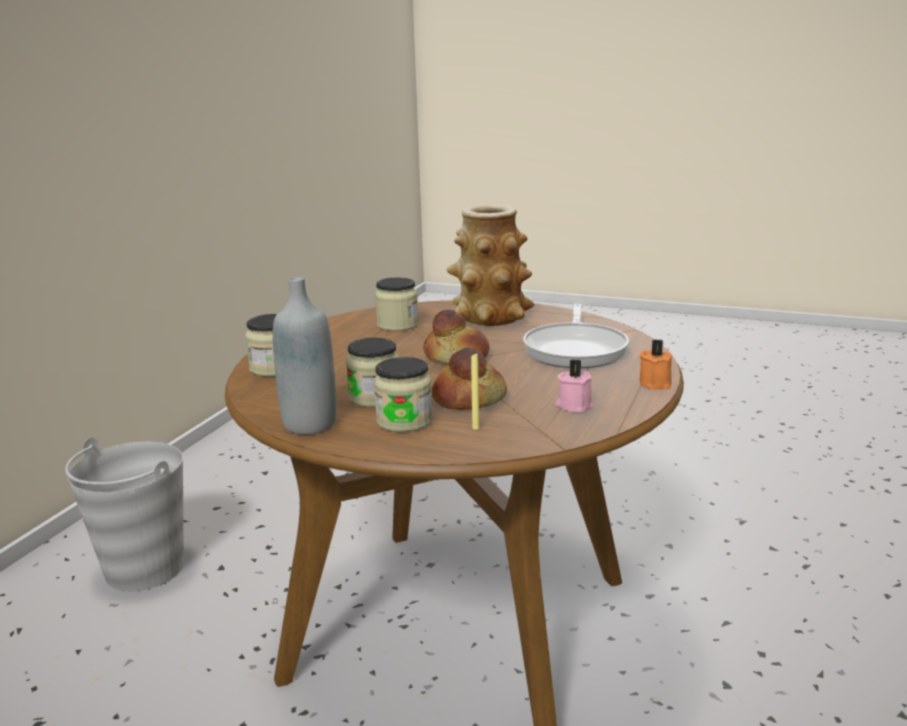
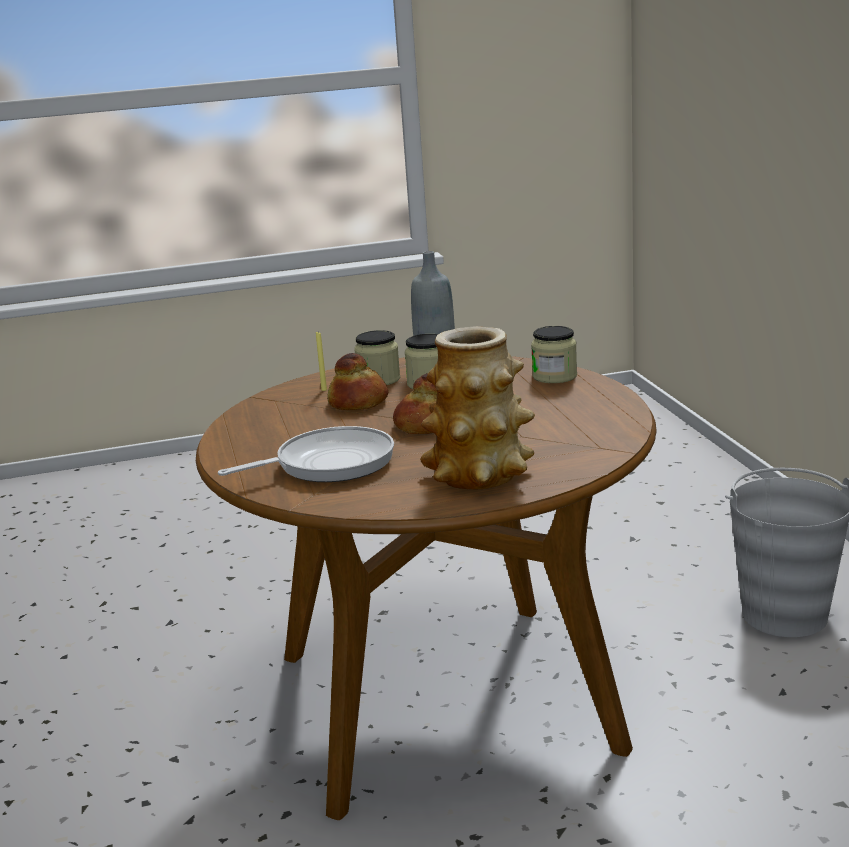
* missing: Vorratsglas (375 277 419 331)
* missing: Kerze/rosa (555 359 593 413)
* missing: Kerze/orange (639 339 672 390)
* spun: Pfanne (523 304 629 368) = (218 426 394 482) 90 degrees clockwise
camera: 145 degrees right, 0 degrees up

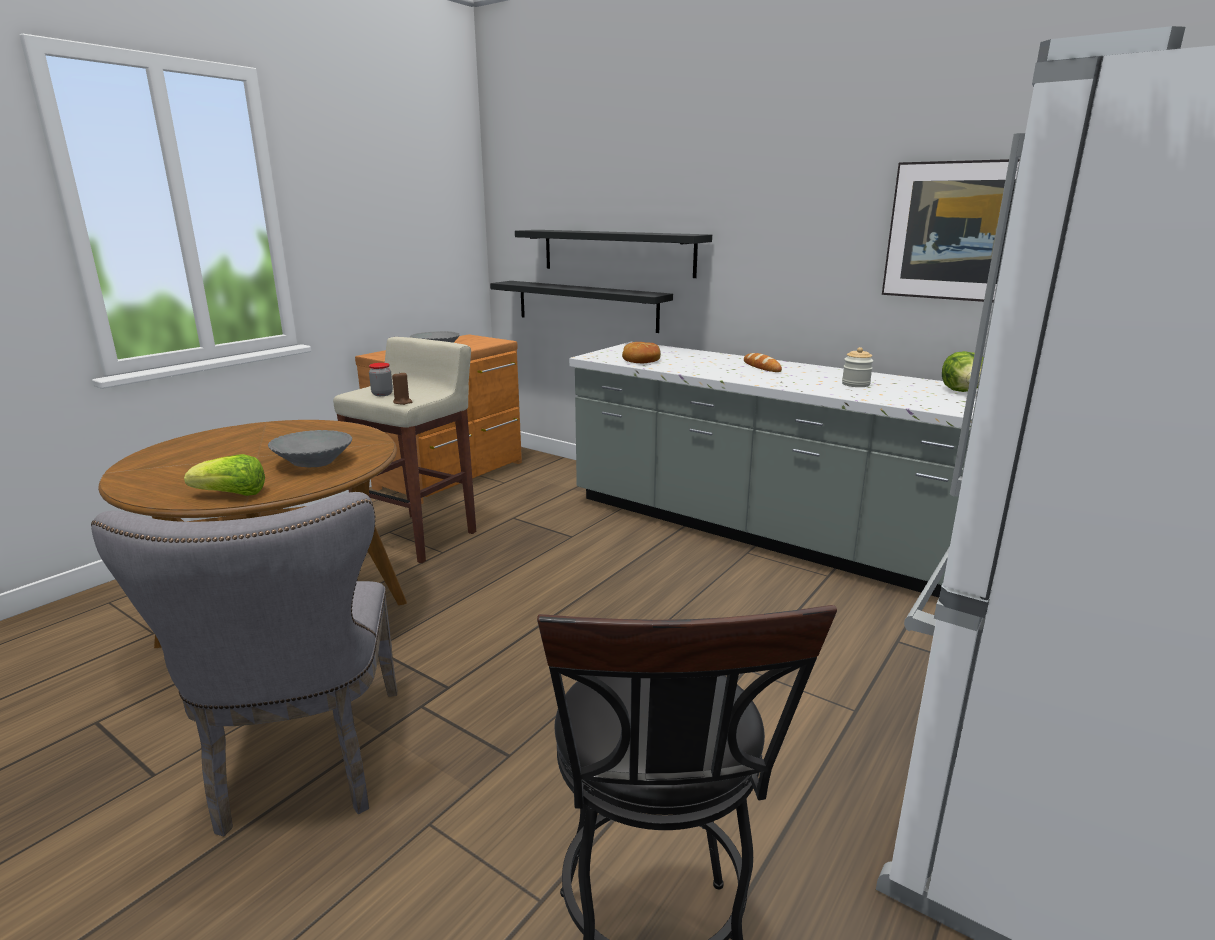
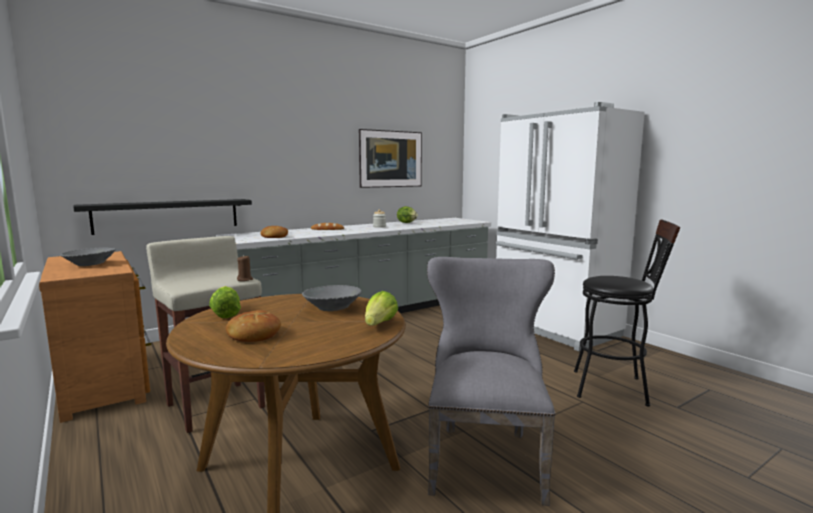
* missing: Vorratsglas (369 363 393 396)
* missing: Wandregal/schwarz (515 230 712 278)
* appeared: Salatkopf (209 286 241 318)
* appeared: Brot (226 310 281 342)
* spun: Stuhl/grau (91 492 397 836) = (427 257 555 506) 90 degrees counterclockwise
camera: 70 degrees left, 10 degrees down

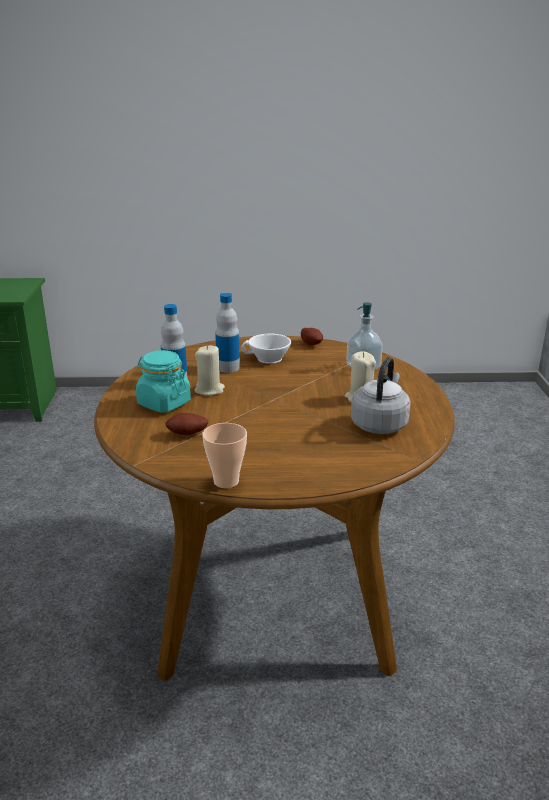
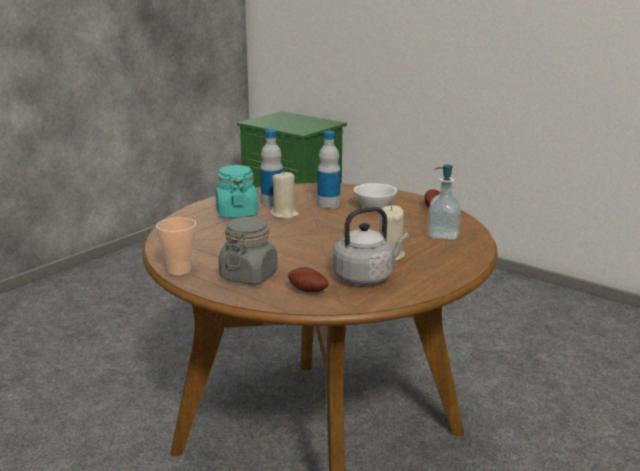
* appeared: Vorratsglas/grau (219 217 278 284)
* relocated: Kartoffel (165 413 208 435) to (288 267 328 292)
camera: 40 degrees right, 5 degrees down

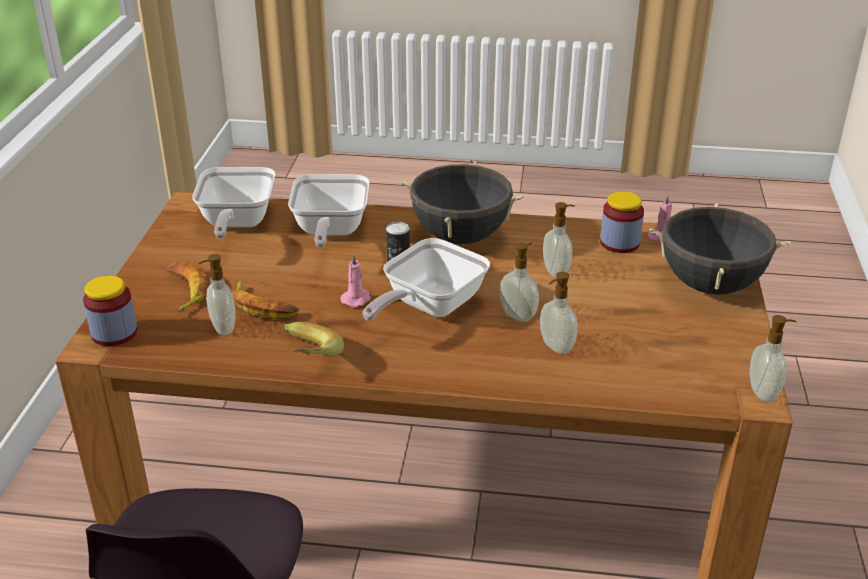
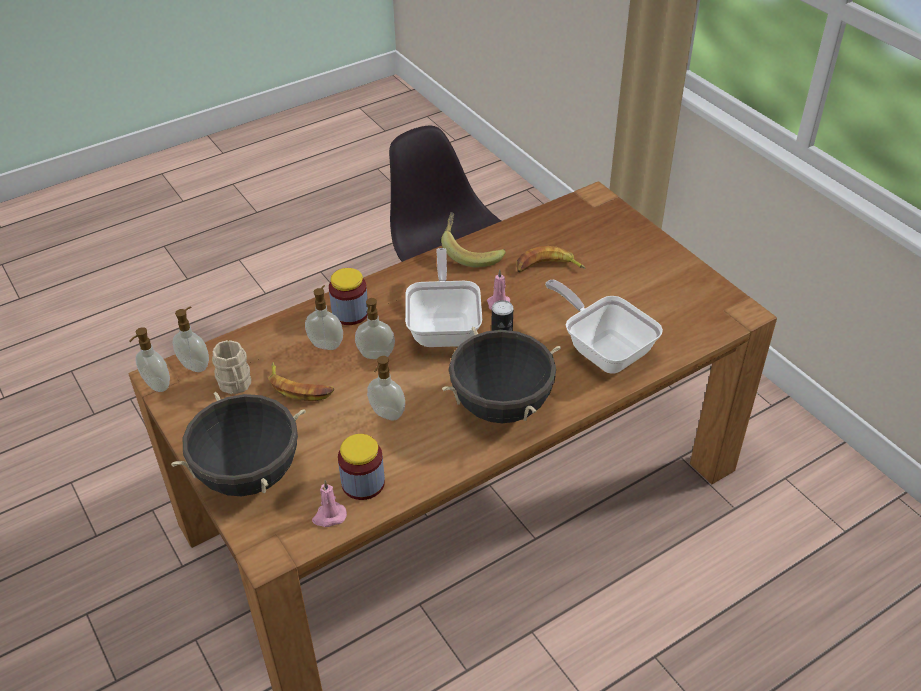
* missing: Pfanne (192 167 276 239)
* appeared: Henkelbecher/beige (212 340 252 394)
* relocated: Vorratsglas (83 275 137 346) to (329 268 368 325)
* relocated: Banane (167 261 207 312) to (268 362 334 401)
* relocated: Seifenspender (198 254 235 335) to (172 307 209 372)
camera: 140 degrees right, 10 degrees up

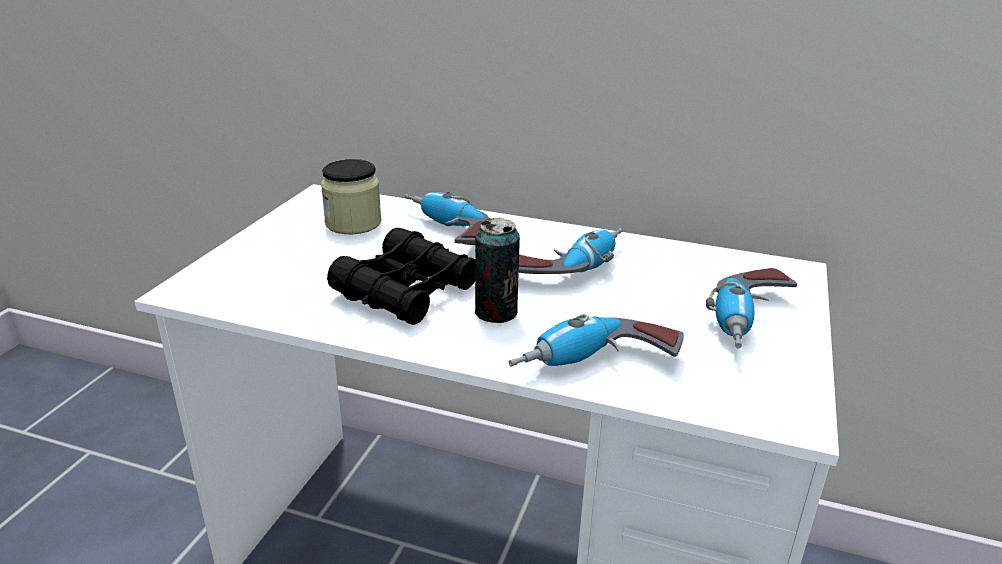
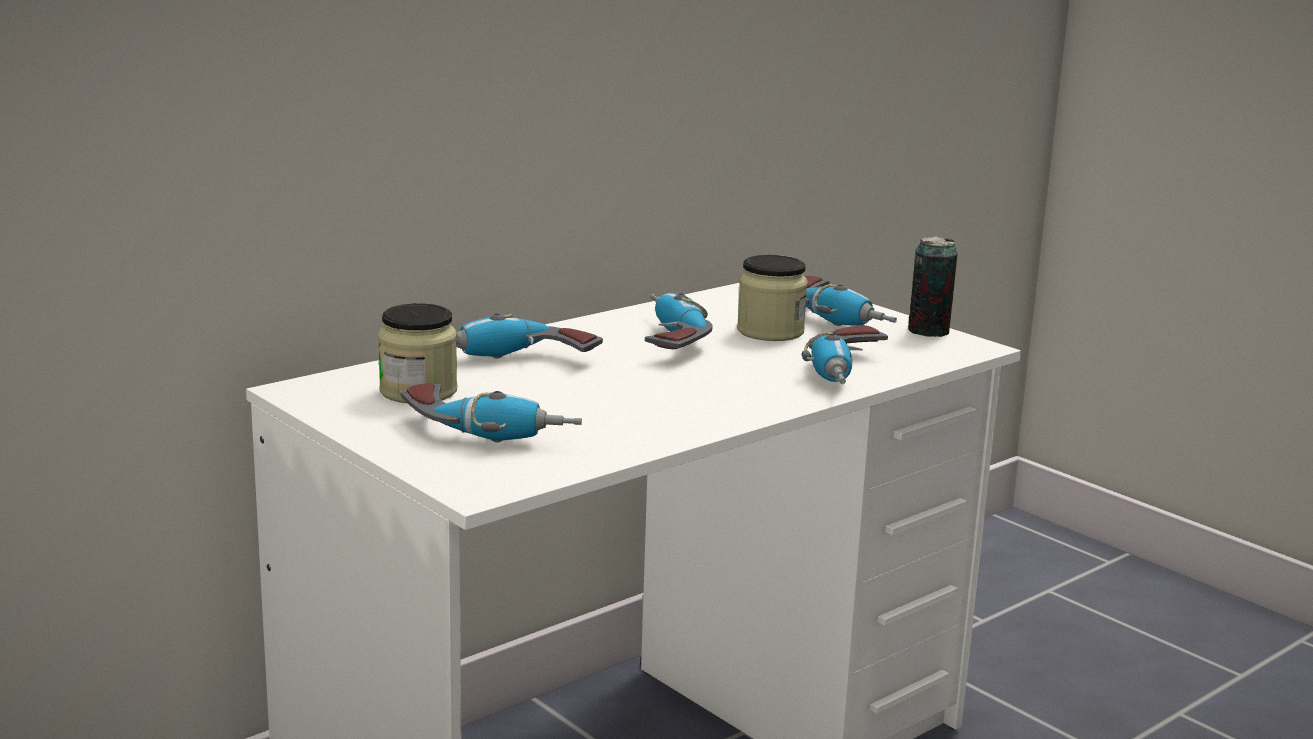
* missing: Fernglas/schwarz (327 228 475 325)
* appeared: Bohrmaschine (400 383 582 442)
* appeared: Vorratsglas (737 255 808 341)
* relocated: Dose (475 218 520 323) to (908 236 958 337)
camera: 60 degrees left, 10 degrees down

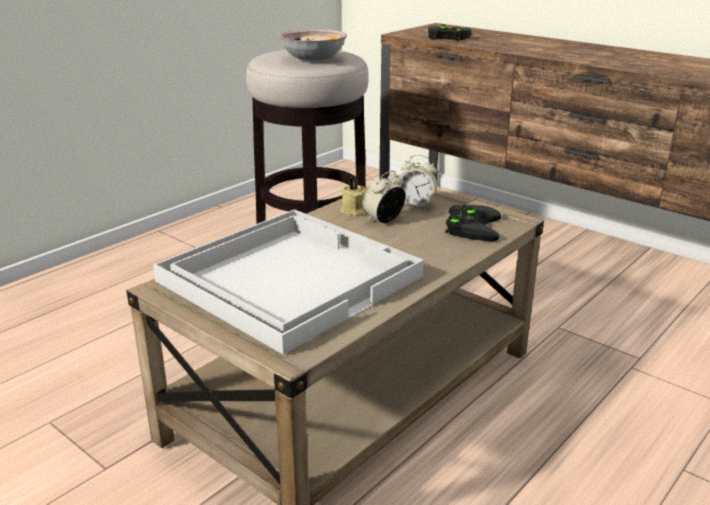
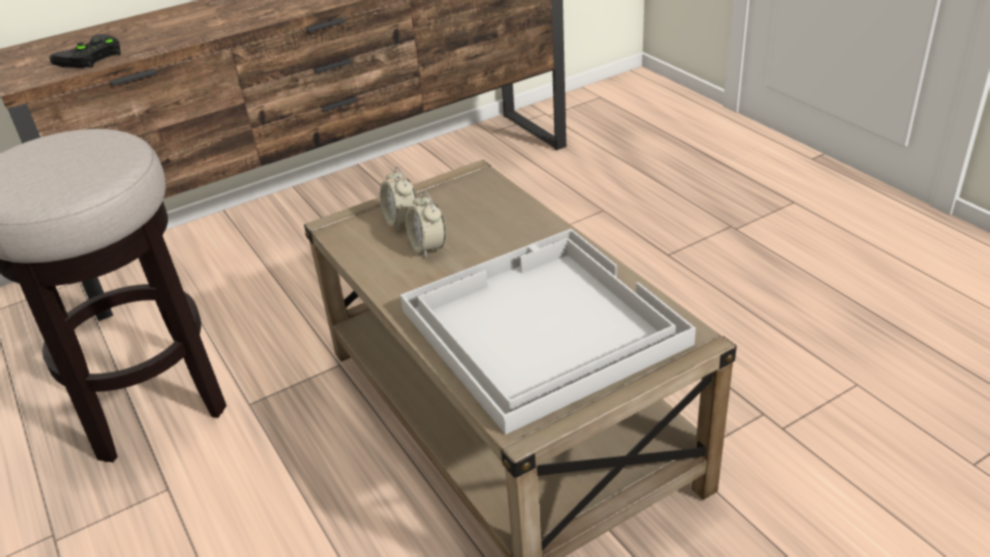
* missing: Schüssel (279 29 347 61)
* missing: Kerze/beige (341 177 366 216)
* missing: Gamepad/schwarz (445 205 501 241)
* spun: Wecker (396 155 437 209) = (380 167 417 231) 120 degrees clockwise
camera: 70 degrees left, 10 degrees up

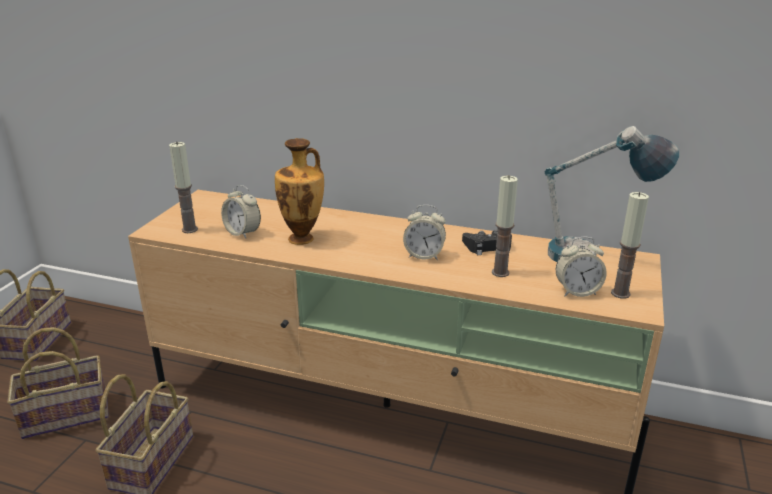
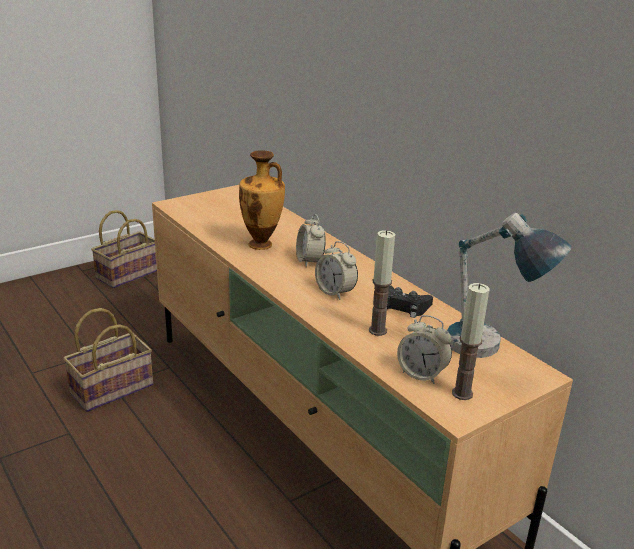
* missing: Korb (7 327 109 439)
* missing: Kerze (169 142 198 233)
* relocated: Wecker (221 185 261 239) to (296 214 326 267)
camera: 35 degrees right, 0 degrees up

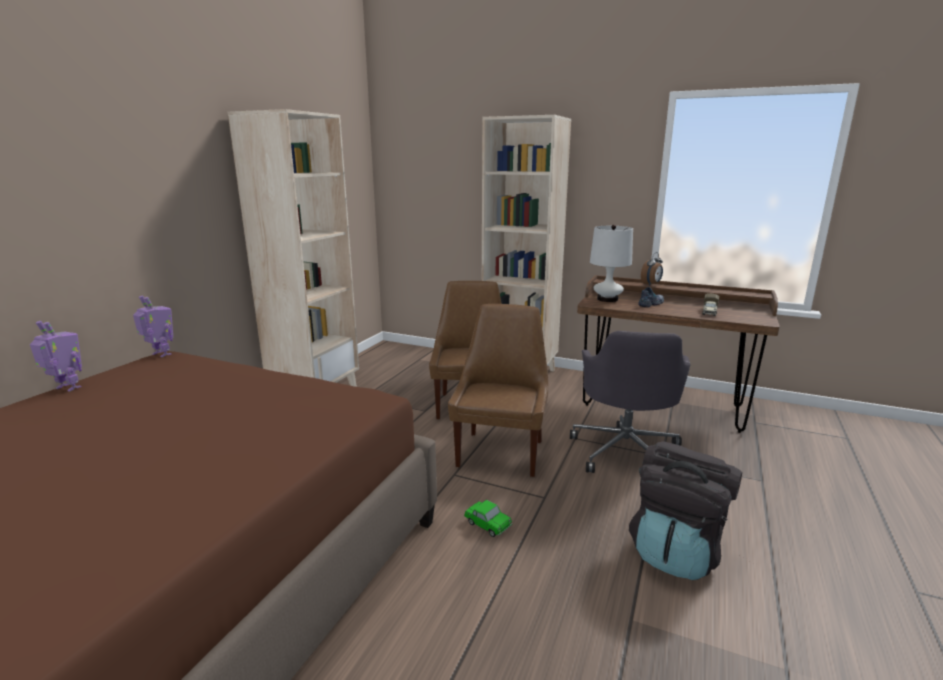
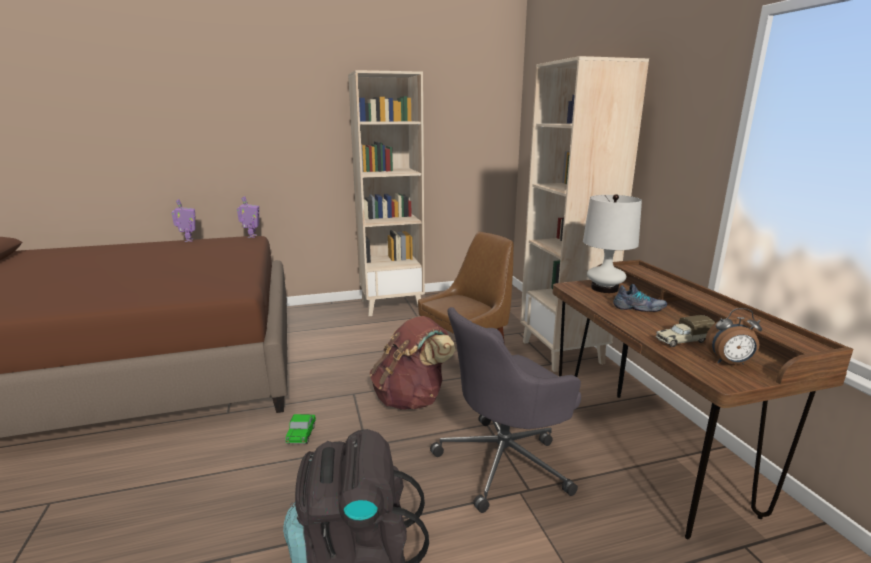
* relocated: Wecker (641 252 663 286) to (706 308 762 365)
* exchanged: Stuhl/braun (448 304 548 477) to Rucksack/braun (370 316 456 410)
camera: 50 degrees right, 0 degrees up

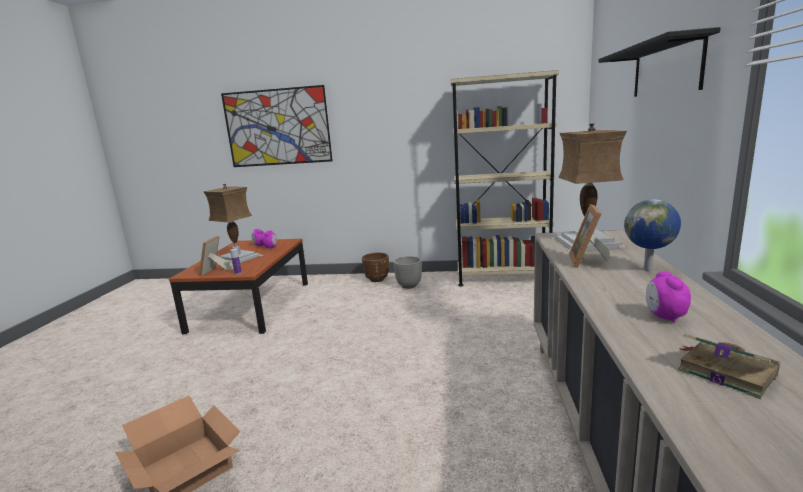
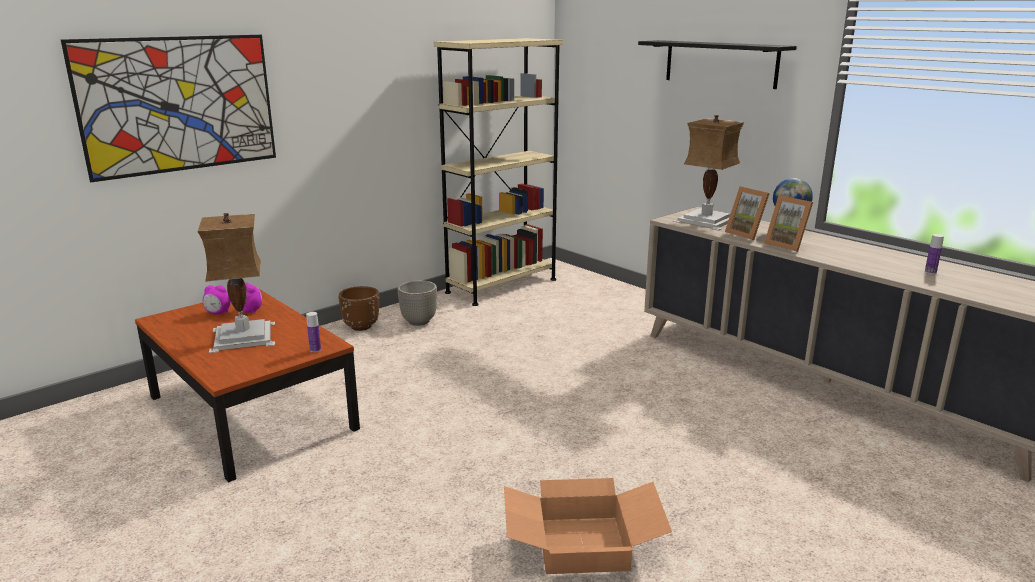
* missing: Wecker (646 272 691 323)
* relocated: Bilderrahmen (199 236 233 276) to (764 195 813 252)
* exchanged: Buch (678 334 781 399) to Flasche (925 234 944 274)
camera: 50 degrees left, 5 degrees up

